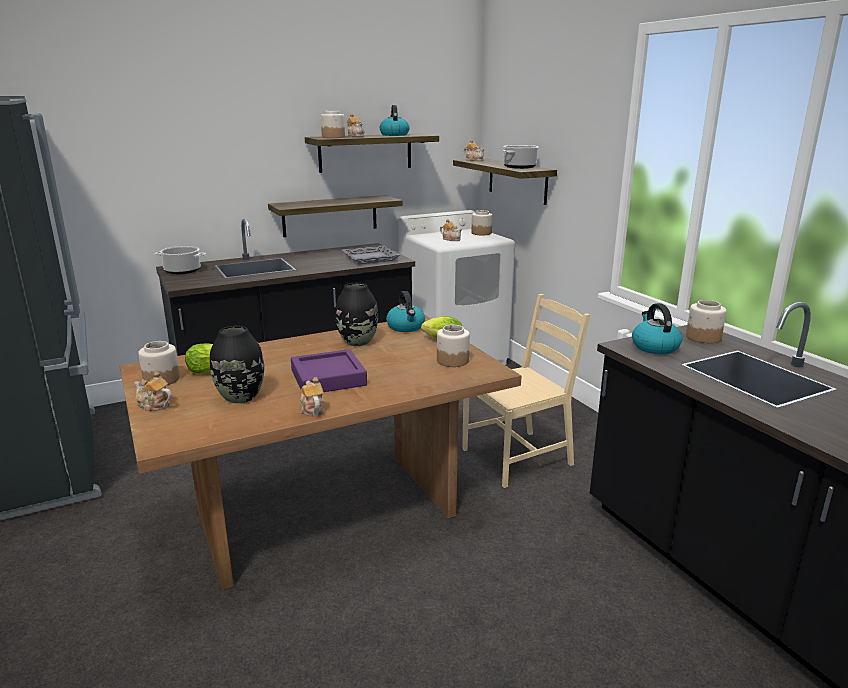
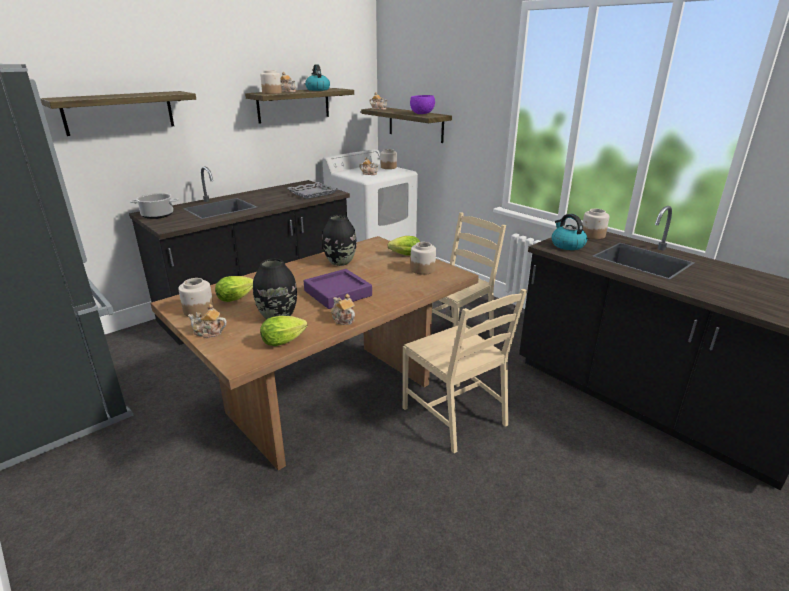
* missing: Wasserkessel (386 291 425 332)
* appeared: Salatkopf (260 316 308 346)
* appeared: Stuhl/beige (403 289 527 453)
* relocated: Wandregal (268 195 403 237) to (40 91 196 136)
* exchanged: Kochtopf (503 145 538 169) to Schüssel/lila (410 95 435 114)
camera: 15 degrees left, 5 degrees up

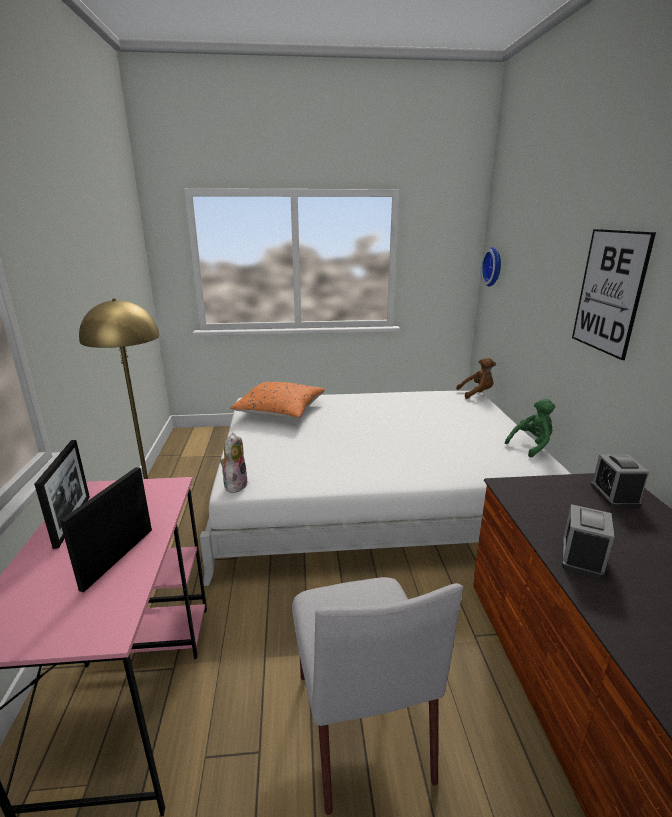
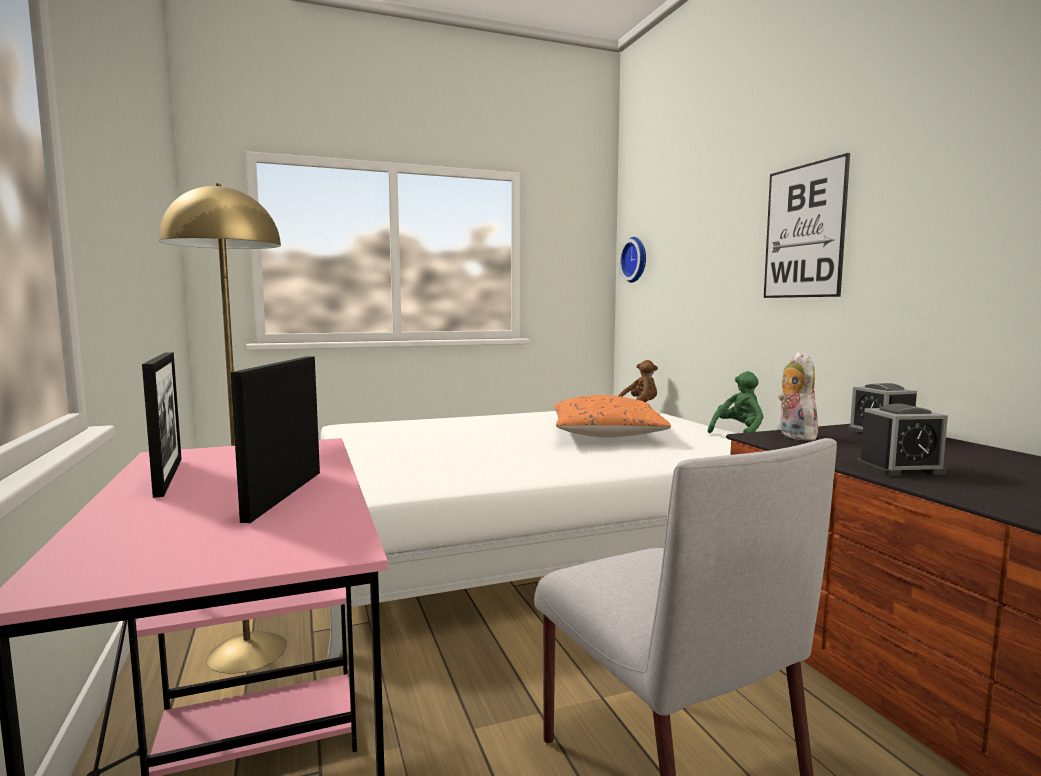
* relocated: Plüschtier (220 433 248 493) to (778 352 820 441)
* relocated: Kissen/orange (230 382 325 418) to (554 395 671 438)
* spun: Wecker (562 504 614 578) = (857 403 948 476) 105 degrees counterclockwise
camera: 15 degrees left, 15 degrees down

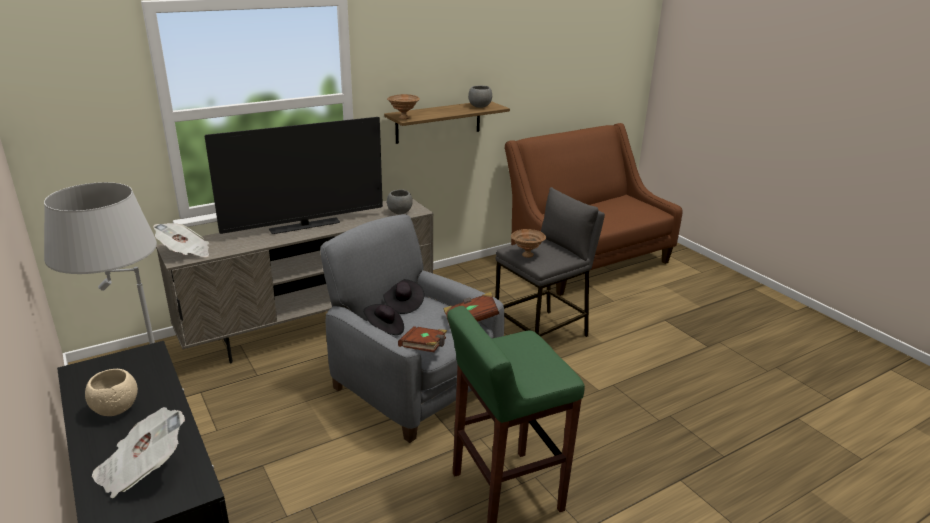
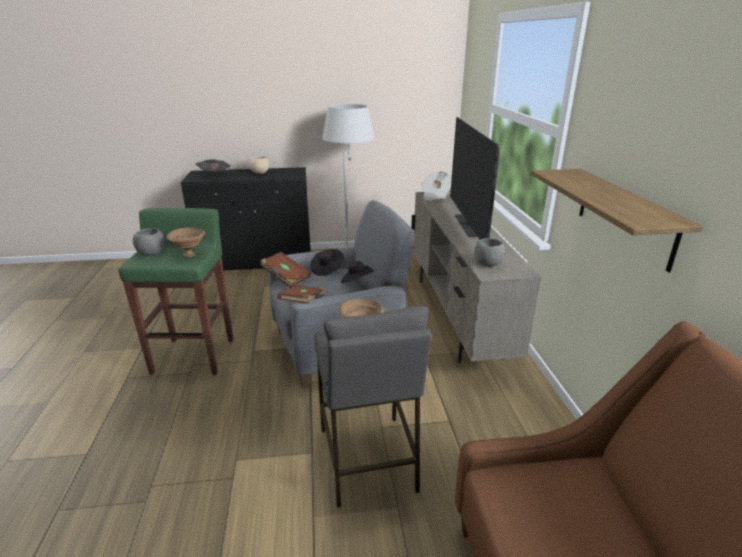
* relocated: Schüssel/braun (387 94 420 119) to (166 228 205 257)
* relocated: Schüssel/grau (468 86 492 108) to (133 228 165 256)
camera: 115 degrees right, 0 degrees up

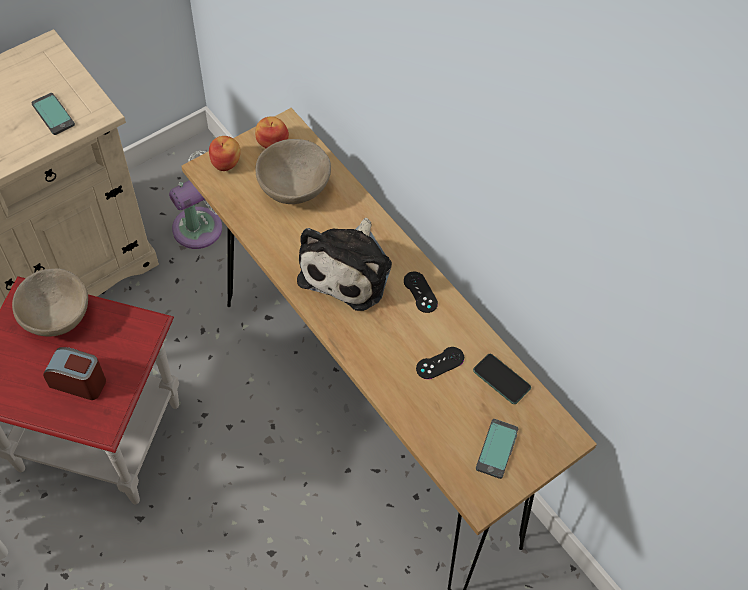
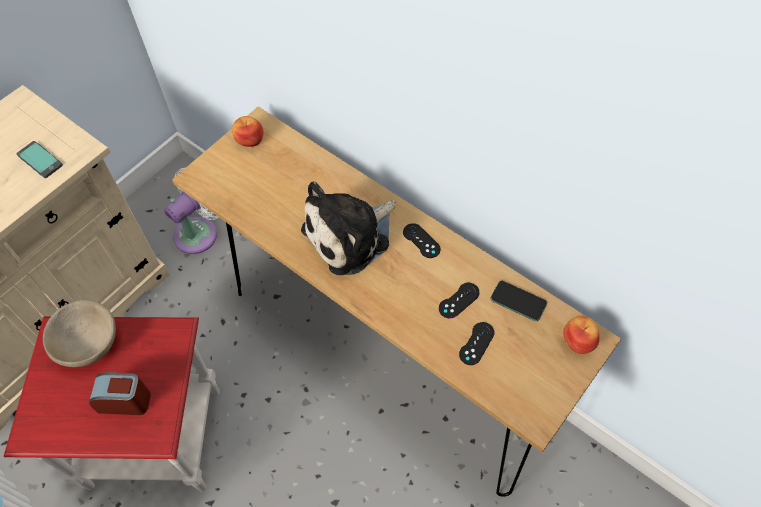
* missing: Schüssel/beige (256 139 331 204)
* missing: Handy (476 419 518 479)
* appeared: Gamepad/schwarz (459 322 494 365)
* relocated: Apfel (209 136 241 171) to (563 316 600 354)
* spun: Plüschtier (297 218 392 311) = (301 181 396 275) 45 degrees clockwise
camera: 10 degrees left, 0 degrees up

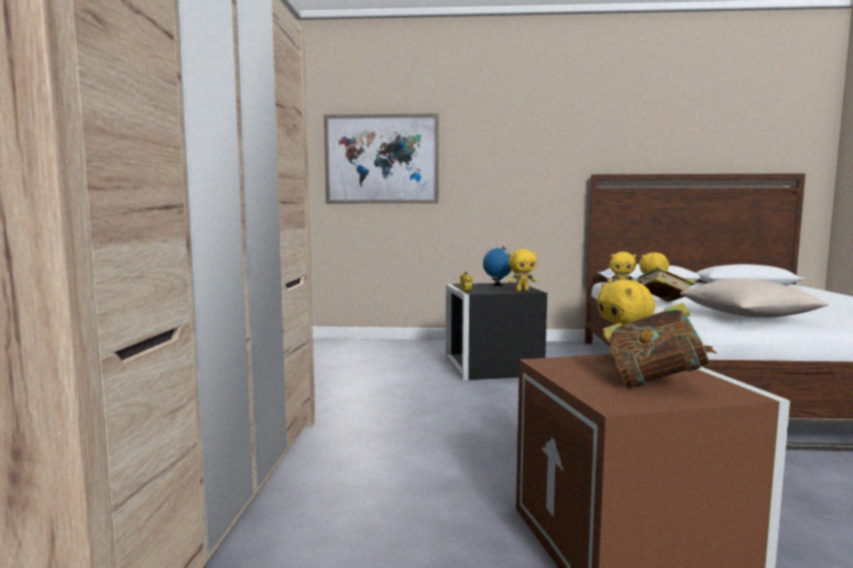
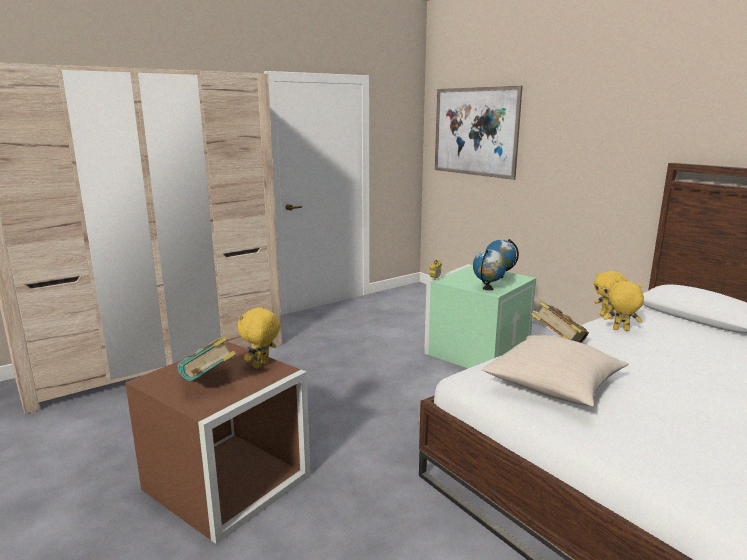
* exchanged: Plüschtier/gelb (508 249 537 291) to Globus (473 249 507 290)
* colour: Aufbewahrungsbox/schwarz (446 283 547 380) to Aufbewahrungsbox/grün (424 264 536 368)
camera: 50 degrees right, 10 degrees up

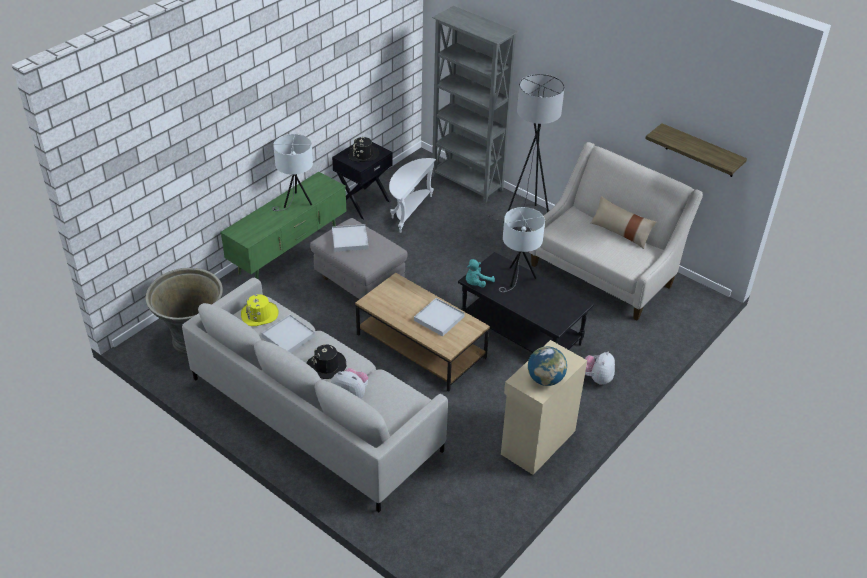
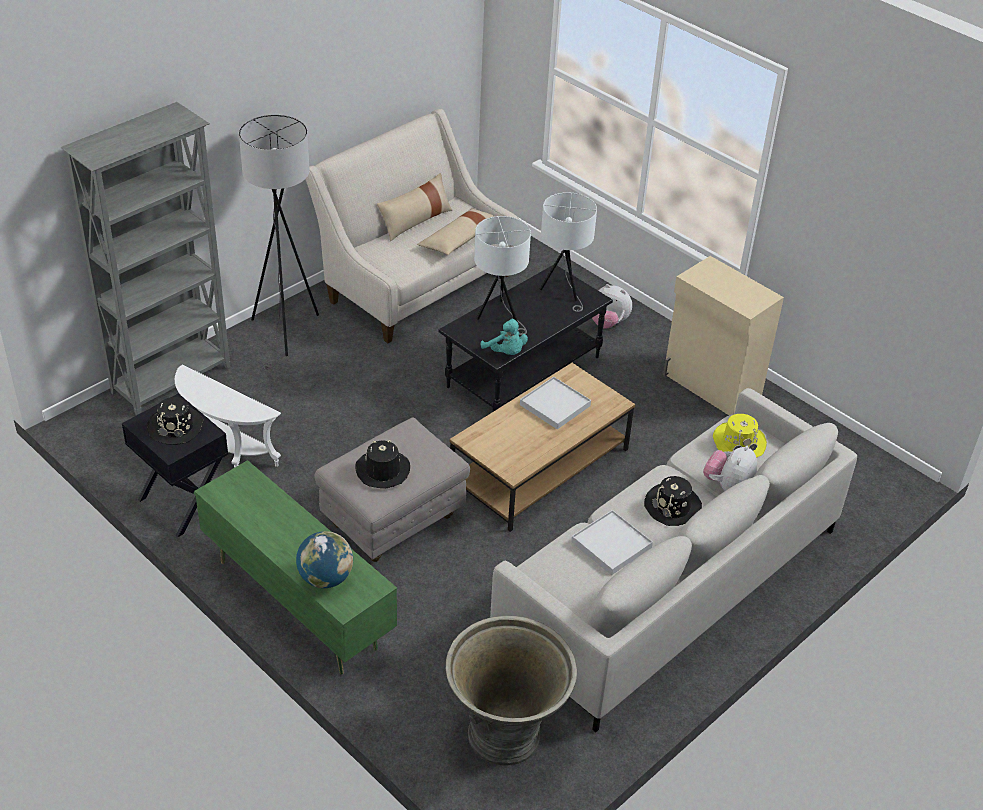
* missing: Wandregal (645 123 747 177)
* appeared: Kissen/beige (417 208 494 255)
* relocated: Hut/gelb (241 294 279 326) to (713 414 767 458)
* relocated: Tischlampe/weiß (272 134 313 211) to (540 192 597 312)
* relocated: Globus (528 347 567 386) to (296 531 353 588)
* exchanged: Tablett/weiß (332 224 369 252) to Hut/schwarz (355 440 410 489)
camera: 85 degrees left, 0 degrees up

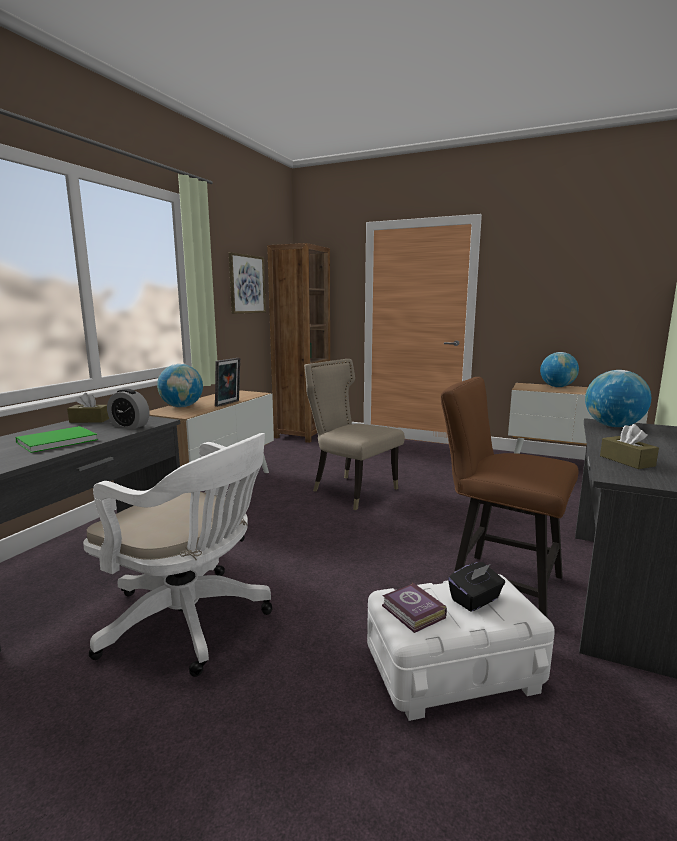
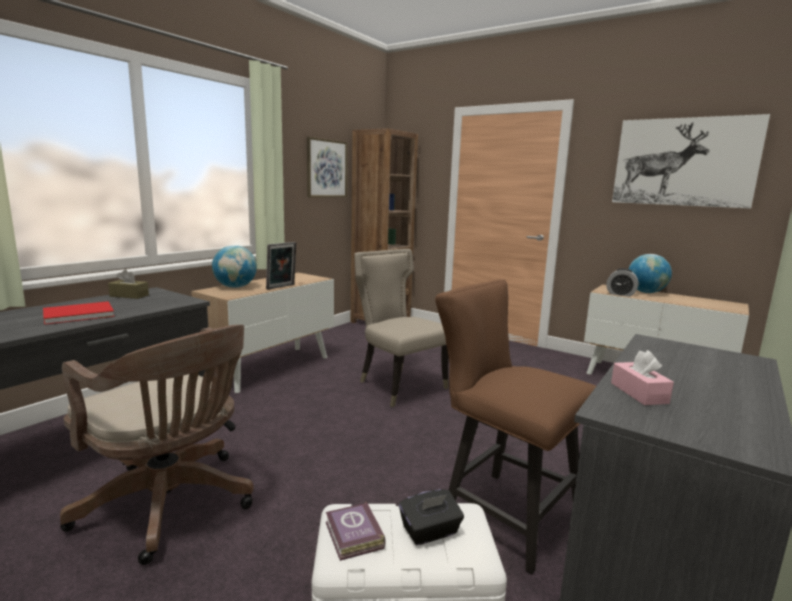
* missing: Globus (585 370 651 427)
* appeared: Bild (612 114 770 209)
* relocated: Wecker (107 389 149 429) to (606 268 639 297)
* colour: Buch/grün (16 426 98 453) to Buch/rot (43 301 114 325)
* colour: Bürostuhl/weiß (83 433 273 677) to Bürostuhl/braun (60 325 254 565)
* colour: Taschentuchbox/braun (600 424 659 469) to Taschentuchbox/rosa (611 350 674 405)
camera: 10 degrees right, 0 degrees up

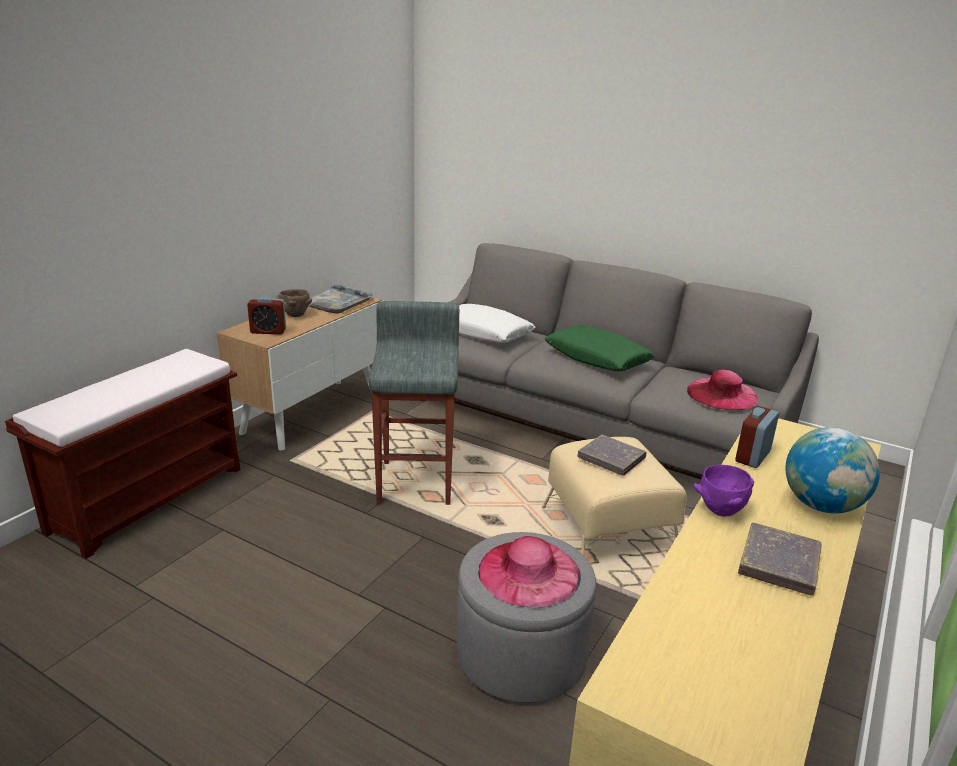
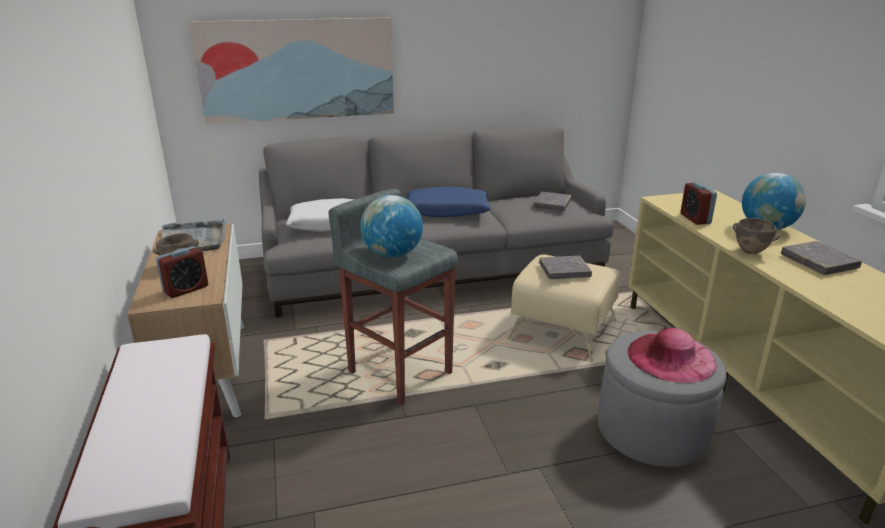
* appeared: Bild (189 17 394 124)
* appeared: Globus (360 195 423 258)
* exchanged: Hut/rosa (687 370 759 410) to Buch/grau (533 192 572 211)
* colour: Kissen/grün (545 326 655 371) to Kissen/blau (407 187 491 217)
* colour: Schüssel/lila (694 465 754 517) to Schüssel/braun (733 218 780 254)
camera: 45 degrees left, 0 degrees up

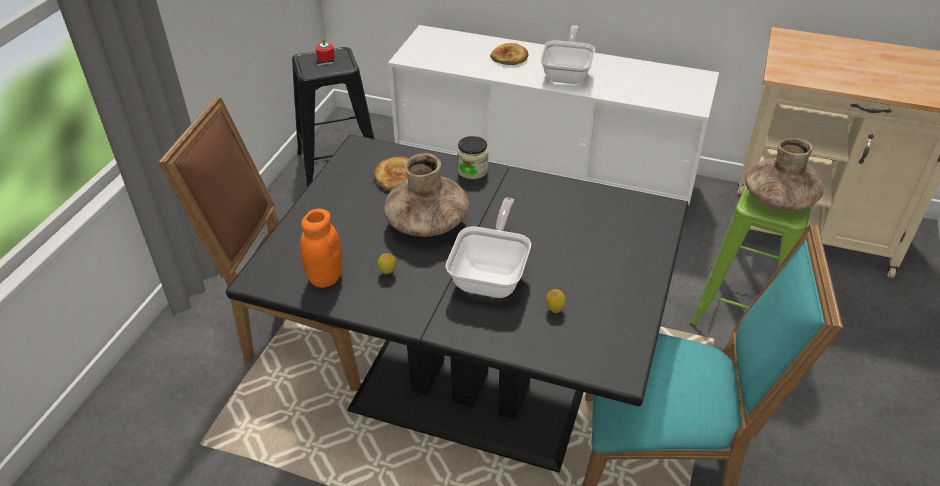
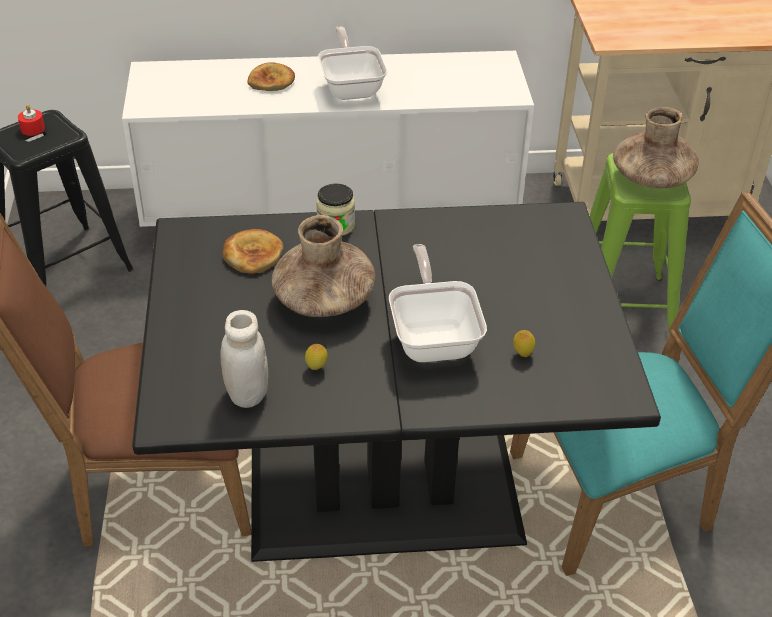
* colour: Vorratsglas/orange (300 209 342 288) to Vorratsglas/weiß (220 310 268 408)
camera: 25 degrees left, 0 degrees up

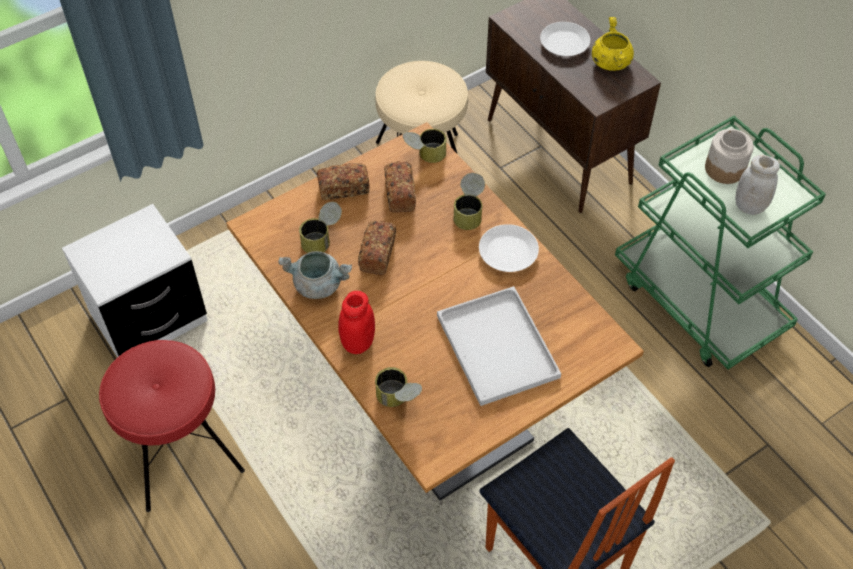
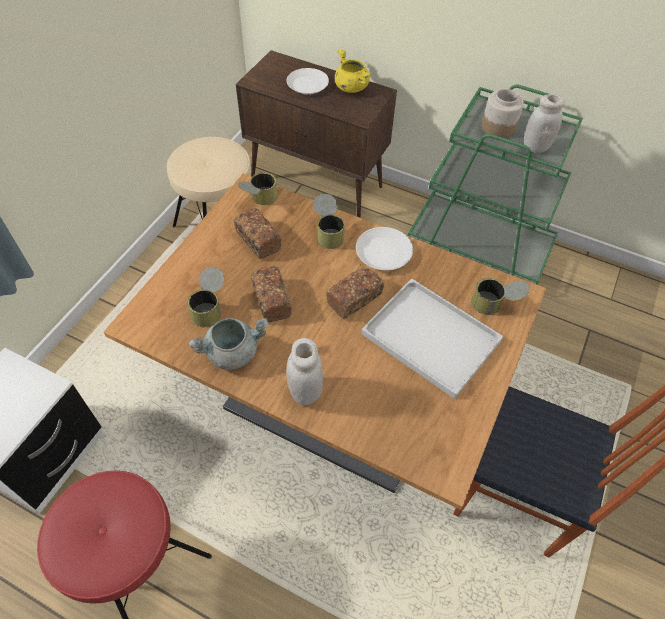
* relocated: Brot (317 163 369 201) to (326 268 384 319)
* relocated: Dose (375 367 422 407) to (471 278 530 315)
* colour: Vorratsglas/rot (338 291 375 354) to Vorratsglas/weiß (286 338 323 405)
camera: 30 degrees left, 0 degrees up

